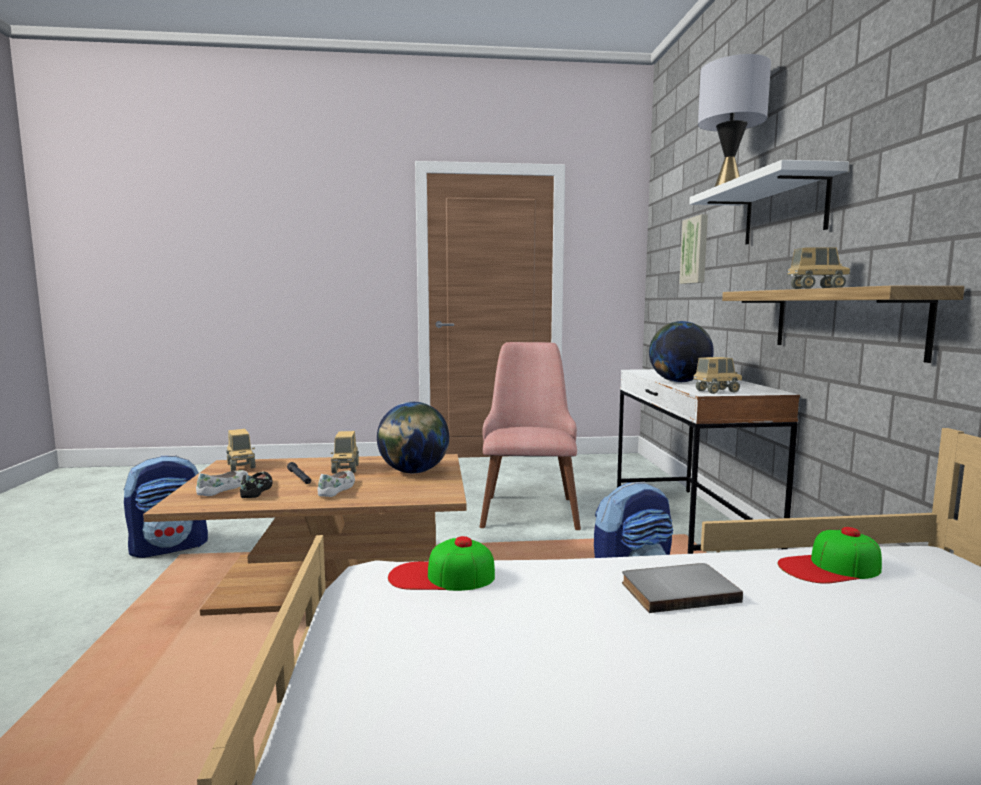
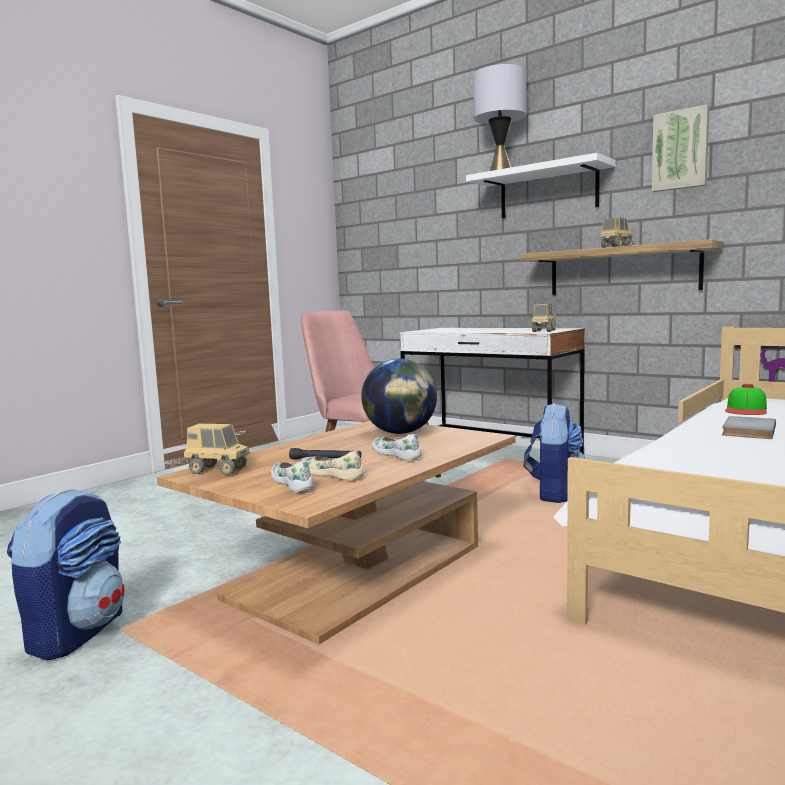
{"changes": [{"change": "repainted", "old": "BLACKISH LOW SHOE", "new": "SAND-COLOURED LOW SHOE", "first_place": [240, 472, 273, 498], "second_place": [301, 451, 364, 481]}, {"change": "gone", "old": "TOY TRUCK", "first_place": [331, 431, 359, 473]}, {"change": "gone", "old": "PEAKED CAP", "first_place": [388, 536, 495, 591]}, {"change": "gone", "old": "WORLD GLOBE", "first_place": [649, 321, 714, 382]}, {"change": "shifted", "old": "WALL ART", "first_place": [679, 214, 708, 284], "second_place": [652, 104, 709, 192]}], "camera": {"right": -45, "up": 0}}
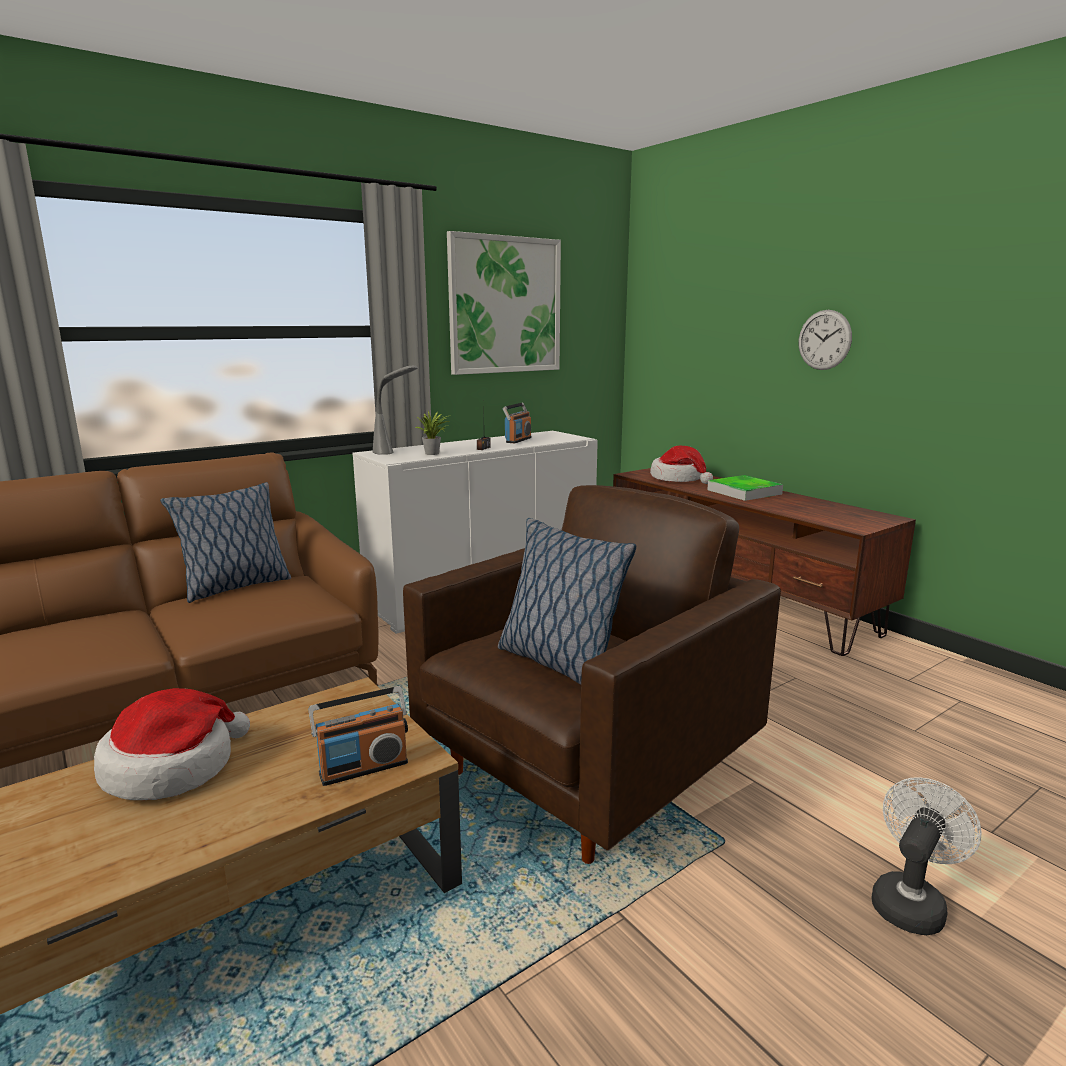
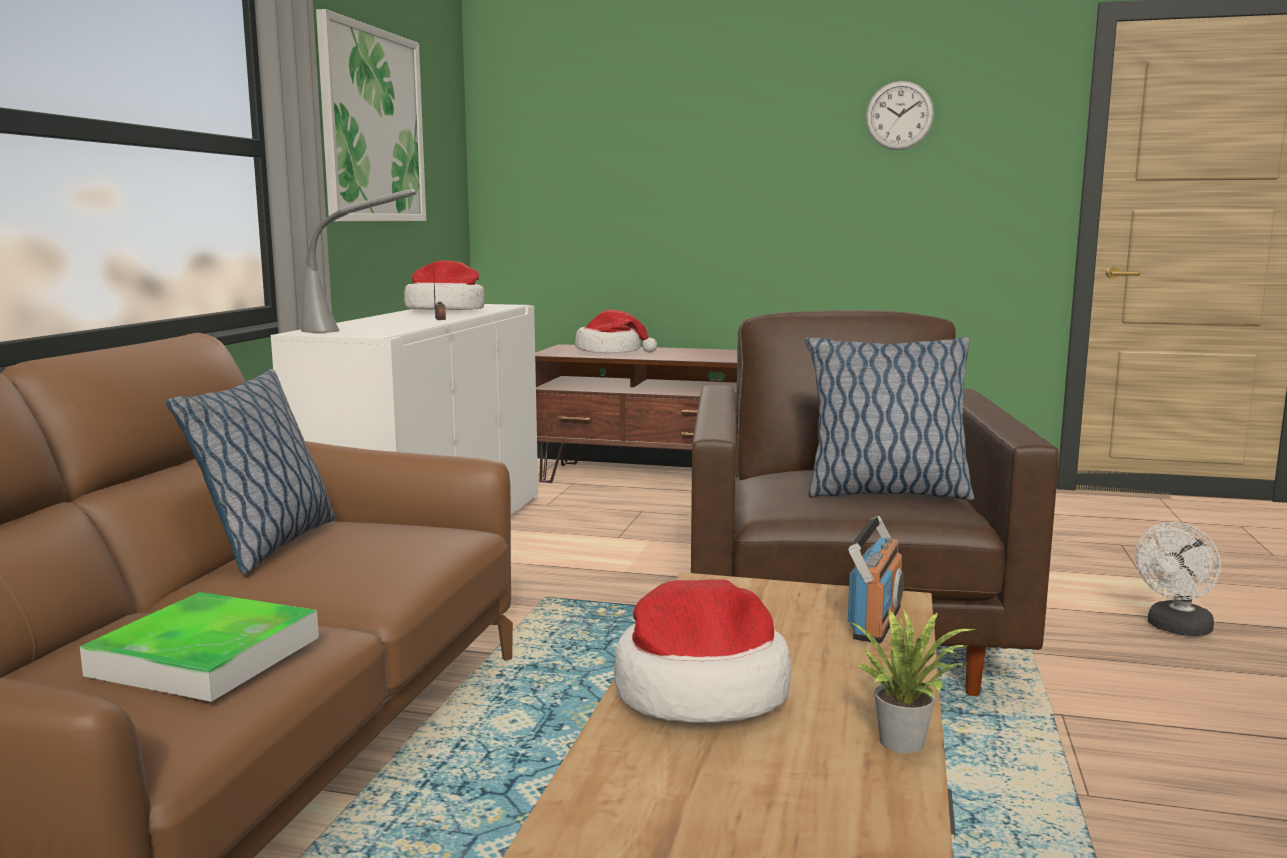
{"changes": [{"change": "shifted", "old": "HOUSEPLANT", "first_place": [415, 411, 449, 455], "second_place": [851, 609, 975, 753]}, {"change": "swapped", "old": "RADIO SET", "new": "WEARABLE HAT", "first_place": [502, 403, 531, 443], "second_place": [404, 260, 484, 310]}, {"change": "shifted", "old": "SERVING TRAY", "first_place": [708, 475, 783, 501], "second_place": [80, 592, 319, 702]}, {"change": "shifted", "old": "WALL CLOCK", "first_place": [799, 310, 852, 370], "second_place": [865, 81, 934, 150]}, {"change": "rotated", "old": "WHITE COOLING FAN", "first_place": [871, 777, 981, 935], "second_place": [1135, 522, 1221, 636], "degrees": -135}], "camera": {"right": -40, "up": -5}}
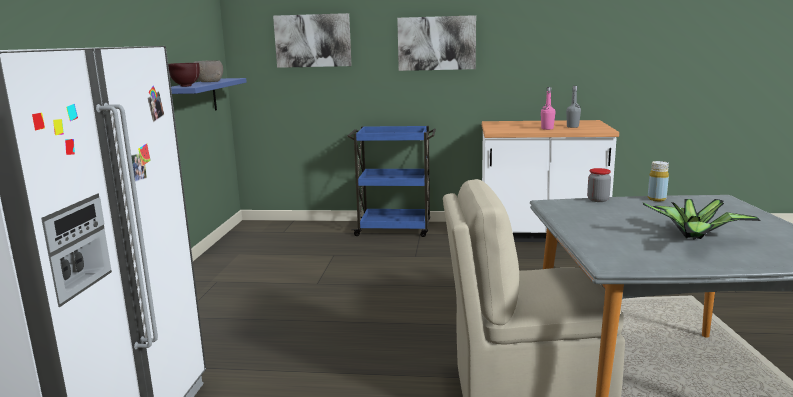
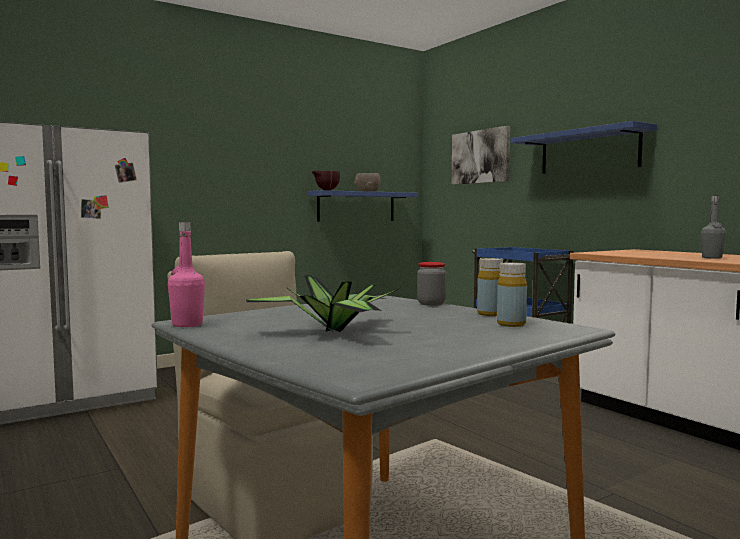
{"changes": [{"change": "swapped", "old": "WALL ART", "new": "BLUISH BRACKET SHELF", "first_place": [397, 15, 476, 71], "second_place": [511, 121, 657, 174]}, {"change": "shifted", "old": "PINK-COLOURED BOTTLE", "first_place": [541, 87, 556, 130], "second_place": [168, 222, 205, 327]}, {"change": "new", "new": "YELLOWISH BOTTLE", "second_place": [497, 262, 527, 327]}], "camera": {"right": 50, "up": -10}}
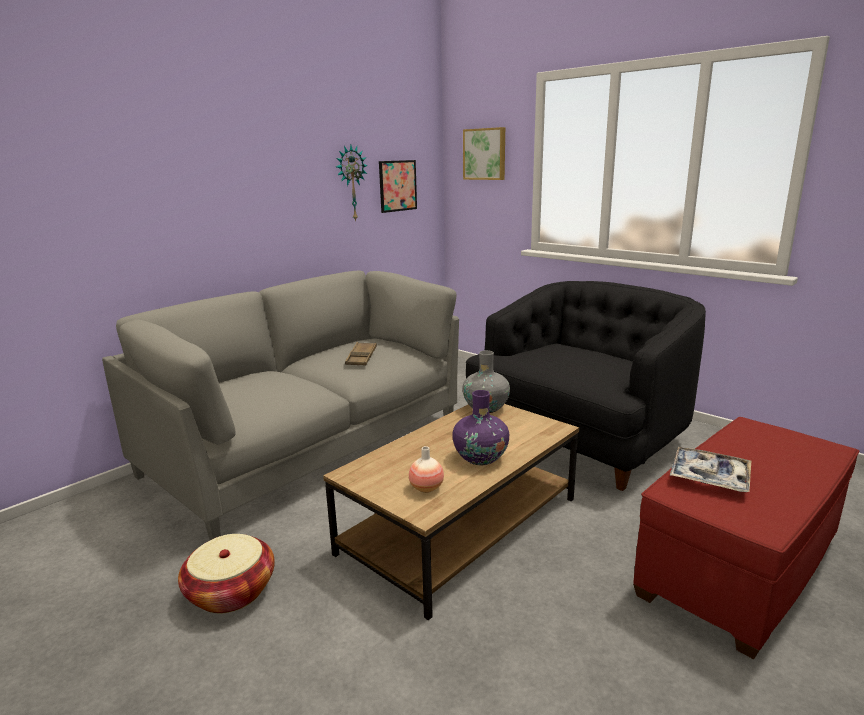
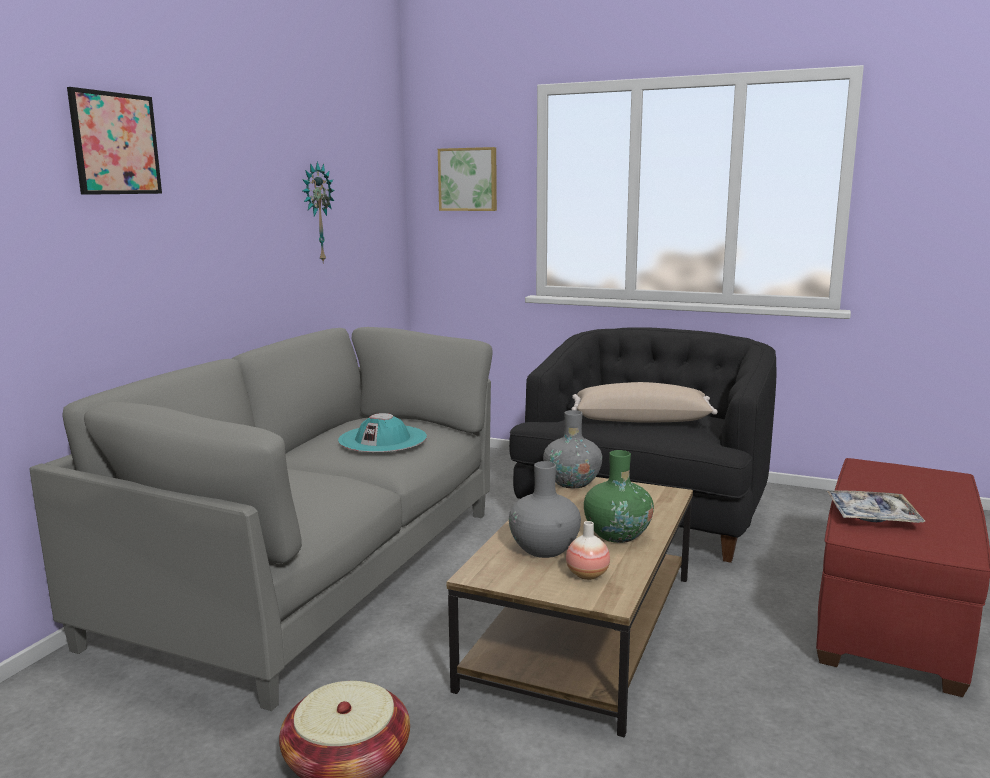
{"changes": [{"change": "swapped", "old": "BROWN SERVING TRAY", "new": "TURQUOISE-COLOURED WEARABLE HAT", "first_place": [345, 342, 377, 366], "second_place": [338, 413, 427, 453]}, {"change": "shifted", "old": "WALL ART", "first_place": [379, 160, 417, 213], "second_place": [67, 87, 162, 195]}, {"change": "repainted", "old": "PURPLE-COLOURED FLOWER VASE", "new": "GREEN FLOWER VASE", "first_place": [452, 390, 509, 465], "second_place": [584, 450, 654, 543]}, {"change": "new", "new": "GREYISH FLOWER VASE", "second_place": [509, 461, 581, 558]}, {"change": "new", "new": "SAND-COLOURED PILLOW", "second_place": [571, 382, 718, 423]}], "camera": {"right": -20, "up": -5}}
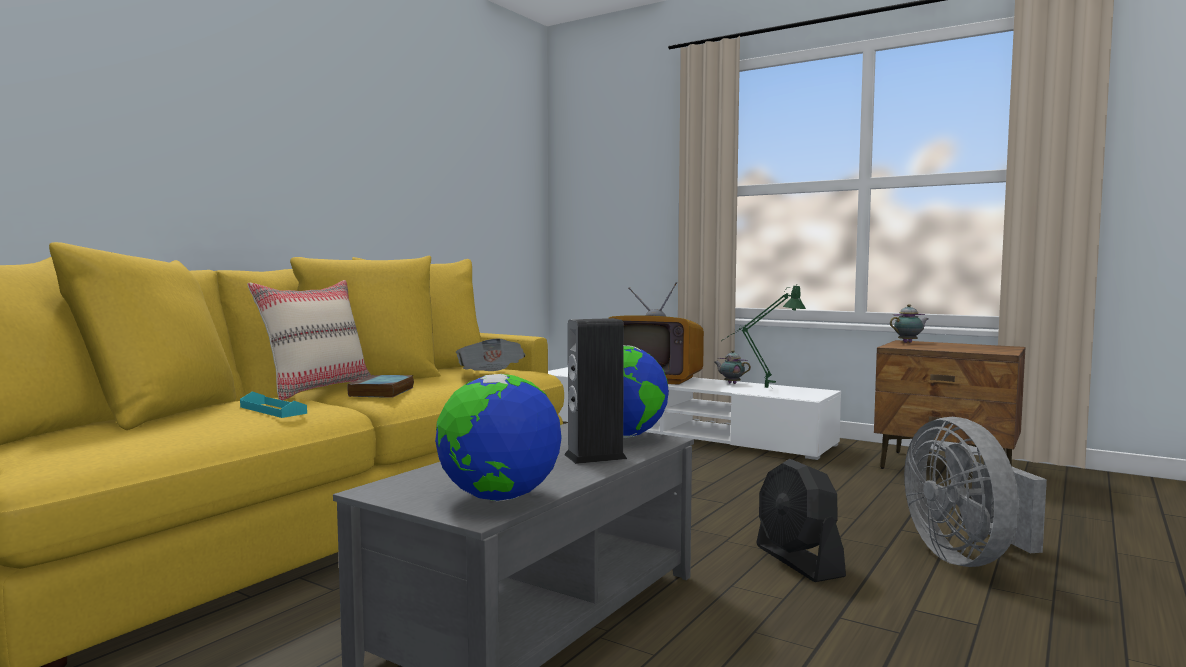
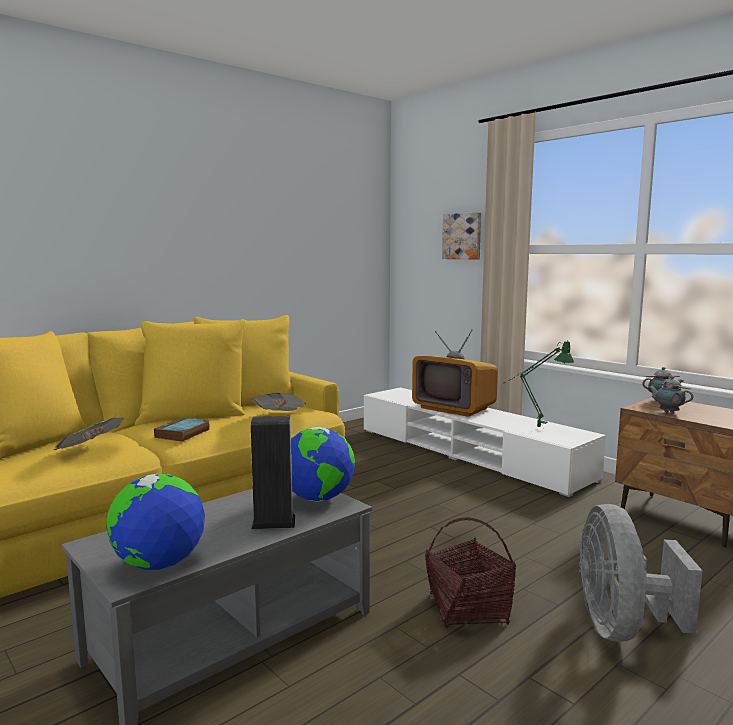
{"changes": [{"change": "swapped", "old": "TURQUOISE-COLOURED SERVING TRAY", "new": "DAILY PAPER", "first_place": [240, 391, 307, 418], "second_place": [54, 417, 124, 450]}, {"change": "gone", "old": "SAND-COLOURED PILLOW", "first_place": [247, 280, 371, 400]}, {"change": "shifted", "old": "TEA POT", "first_place": [714, 350, 751, 384], "second_place": [648, 376, 693, 414]}, {"change": "swapped", "old": "BLACKISH COOLING FAN", "new": "HOUSEHOLD BASKET", "first_place": [756, 459, 846, 582], "second_place": [425, 517, 516, 628]}, {"change": "new", "new": "WALL ART", "second_place": [442, 212, 481, 259]}], "camera": {"right": 15, "up": 5}}
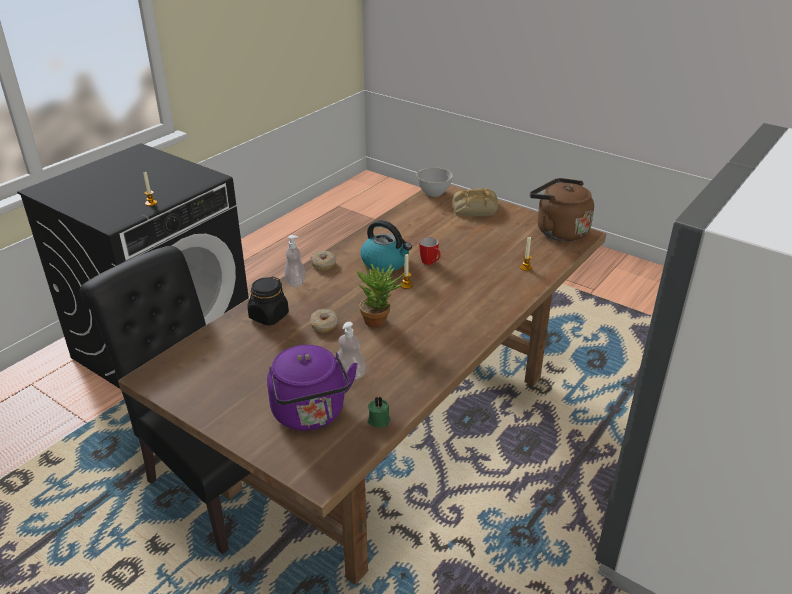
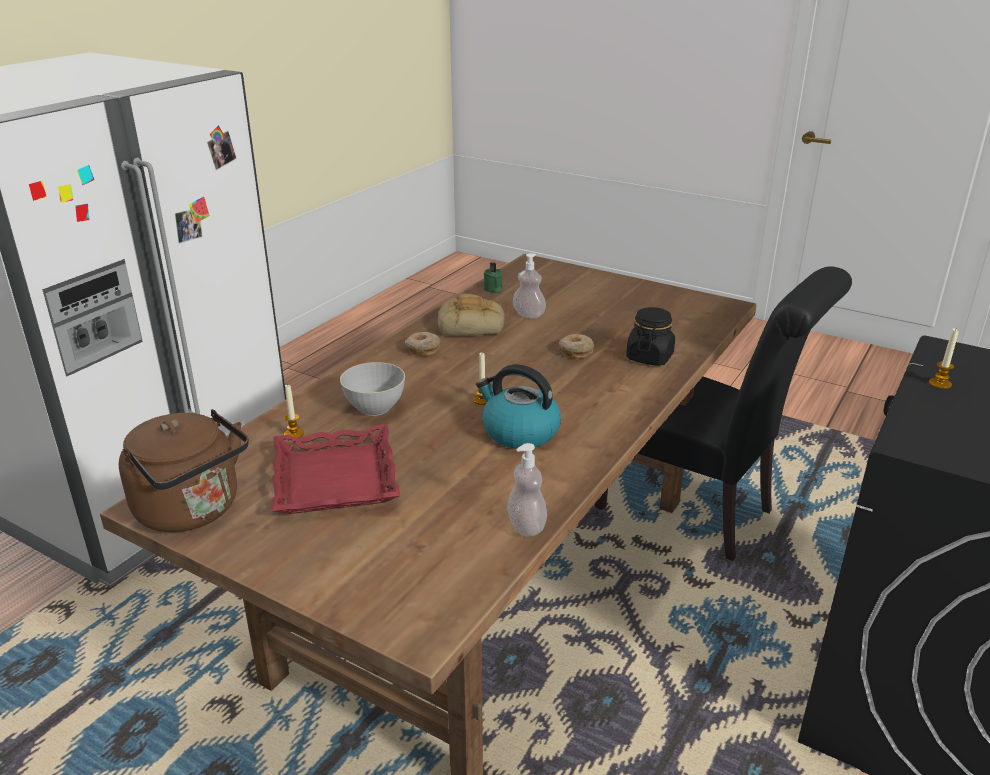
{"changes": [{"change": "gone", "old": "PURPLE-COLOURED TEA KETTLE", "first_place": [267, 345, 358, 431]}, {"change": "shifted", "old": "SOAP BOTTLE", "first_place": [284, 235, 305, 287], "second_place": [507, 443, 547, 537]}, {"change": "shifted", "old": "DONUT", "first_place": [310, 251, 336, 270], "second_place": [405, 332, 441, 356]}, {"change": "gone", "old": "HOUSEPLANT", "first_place": [356, 260, 406, 328]}, {"change": "shifted", "old": "GREYISH SERVING BOWL", "first_place": [417, 168, 453, 197], "second_place": [340, 362, 405, 416]}, {"change": "gone", "old": "COFFEE MUG", "first_place": [419, 237, 441, 265]}, {"change": "shifted", "old": "BAKED BREAD", "first_place": [452, 188, 498, 216], "second_place": [438, 294, 505, 336]}, {"change": "new", "new": "RED SERVING TRAY", "second_place": [271, 425, 400, 514]}], "camera": {"right": 175, "up": -5}}
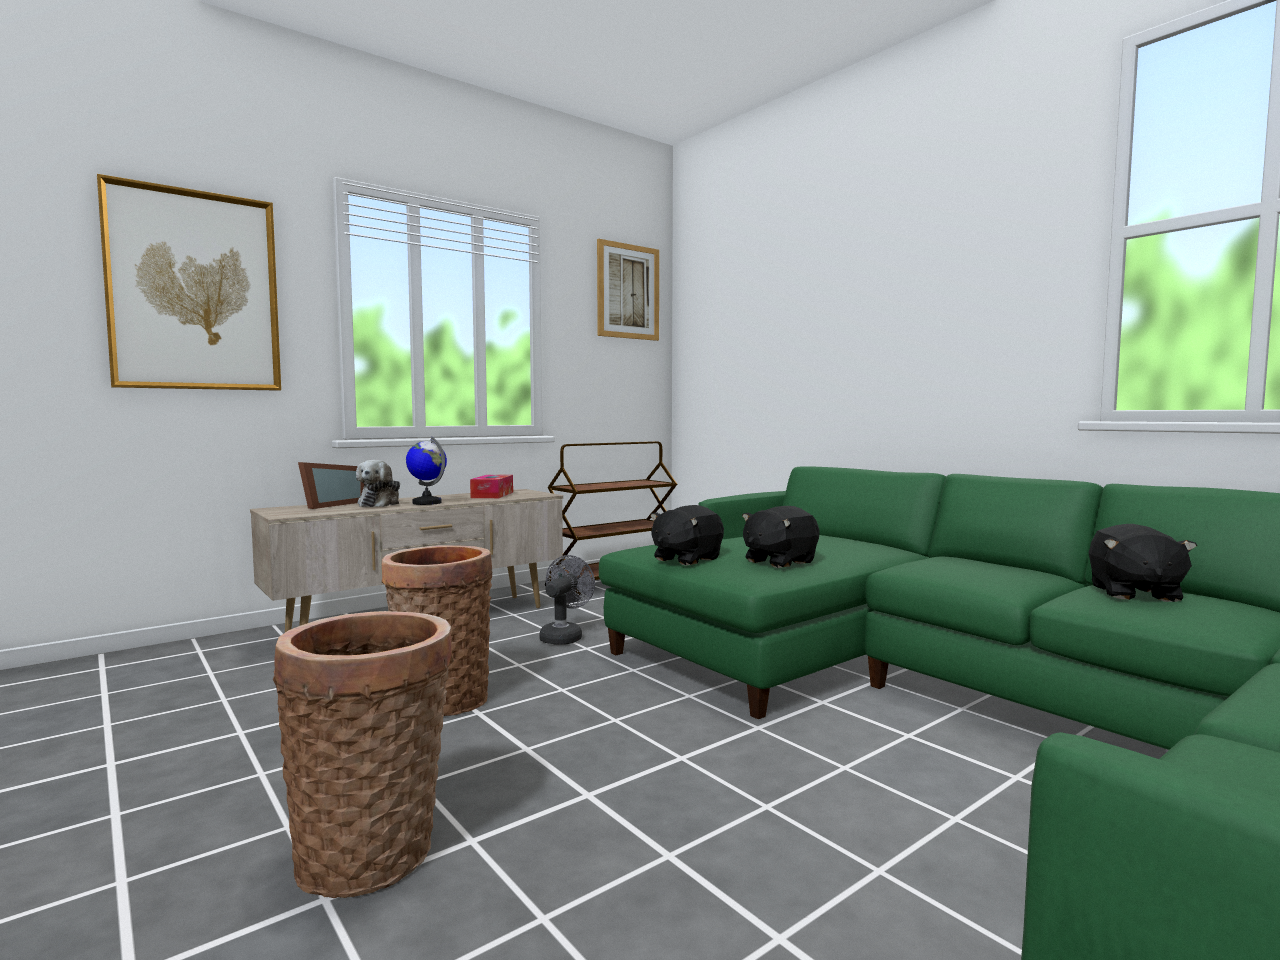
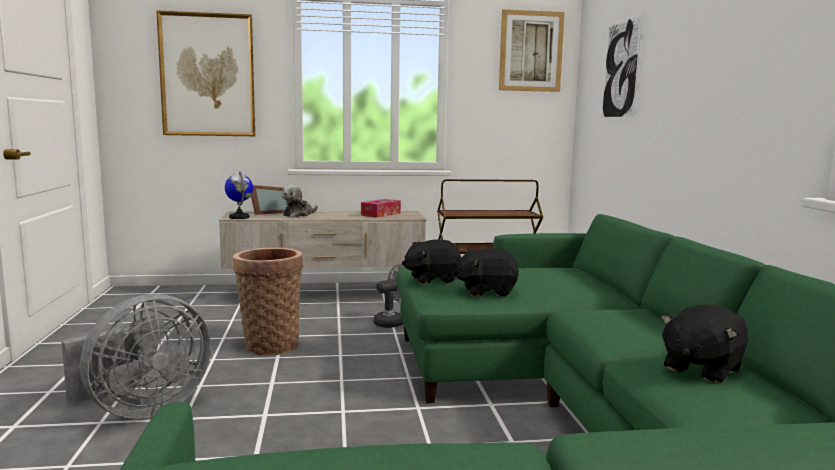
{"changes": [{"change": "swapped", "old": "HOUSEHOLD BASKET", "new": "GREYISH COOLING FAN", "first_place": [273, 611, 454, 898], "second_place": [61, 294, 211, 419]}, {"change": "shifted", "old": "WORLD GLOBE", "first_place": [406, 436, 447, 505], "second_place": [225, 171, 253, 219]}, {"change": "new", "new": "WALL ART", "second_place": [601, 13, 642, 119]}], "camera": {"right": 30, "up": 5}}
